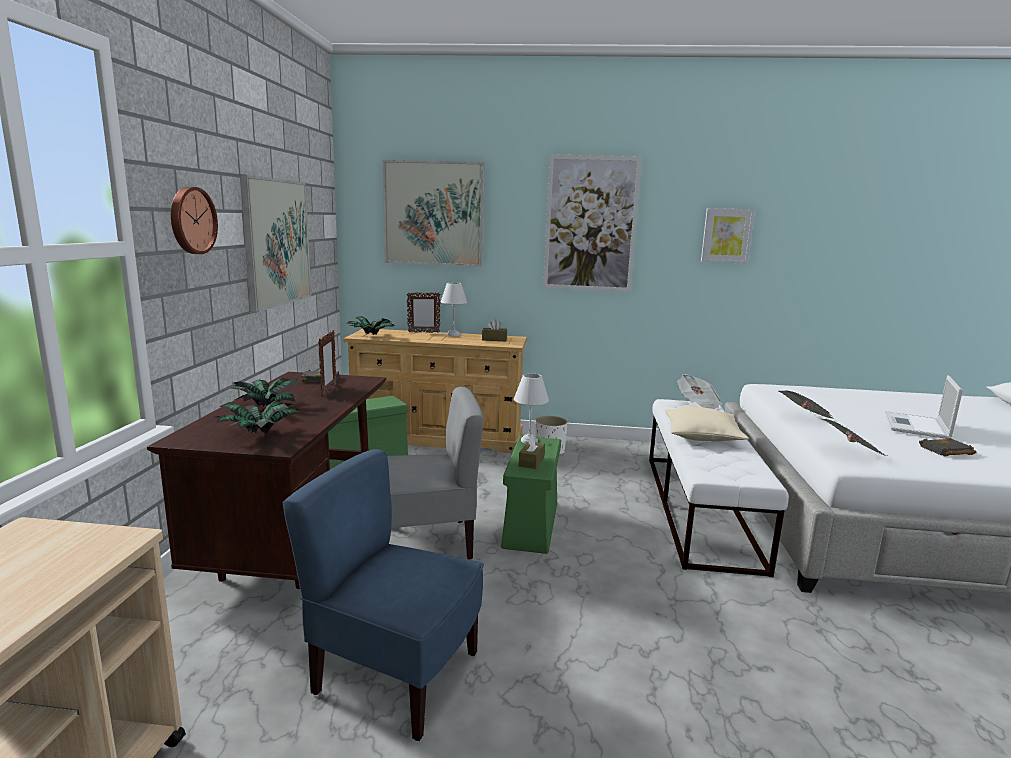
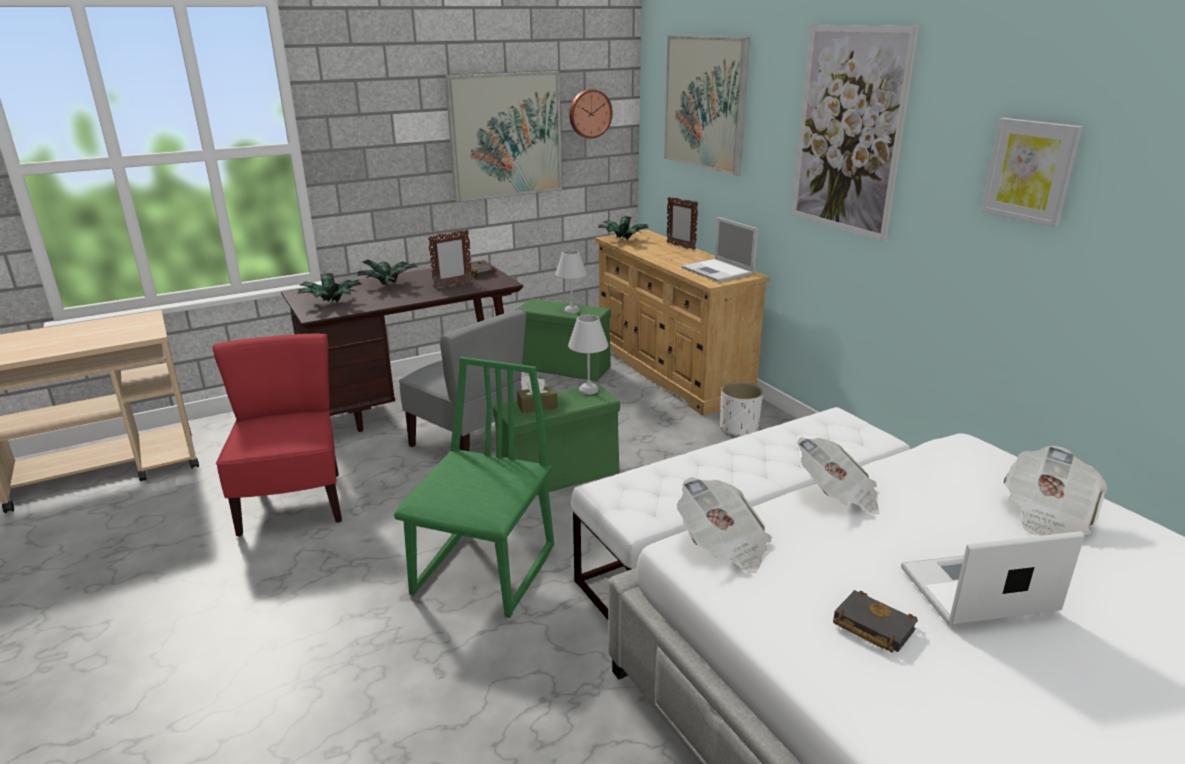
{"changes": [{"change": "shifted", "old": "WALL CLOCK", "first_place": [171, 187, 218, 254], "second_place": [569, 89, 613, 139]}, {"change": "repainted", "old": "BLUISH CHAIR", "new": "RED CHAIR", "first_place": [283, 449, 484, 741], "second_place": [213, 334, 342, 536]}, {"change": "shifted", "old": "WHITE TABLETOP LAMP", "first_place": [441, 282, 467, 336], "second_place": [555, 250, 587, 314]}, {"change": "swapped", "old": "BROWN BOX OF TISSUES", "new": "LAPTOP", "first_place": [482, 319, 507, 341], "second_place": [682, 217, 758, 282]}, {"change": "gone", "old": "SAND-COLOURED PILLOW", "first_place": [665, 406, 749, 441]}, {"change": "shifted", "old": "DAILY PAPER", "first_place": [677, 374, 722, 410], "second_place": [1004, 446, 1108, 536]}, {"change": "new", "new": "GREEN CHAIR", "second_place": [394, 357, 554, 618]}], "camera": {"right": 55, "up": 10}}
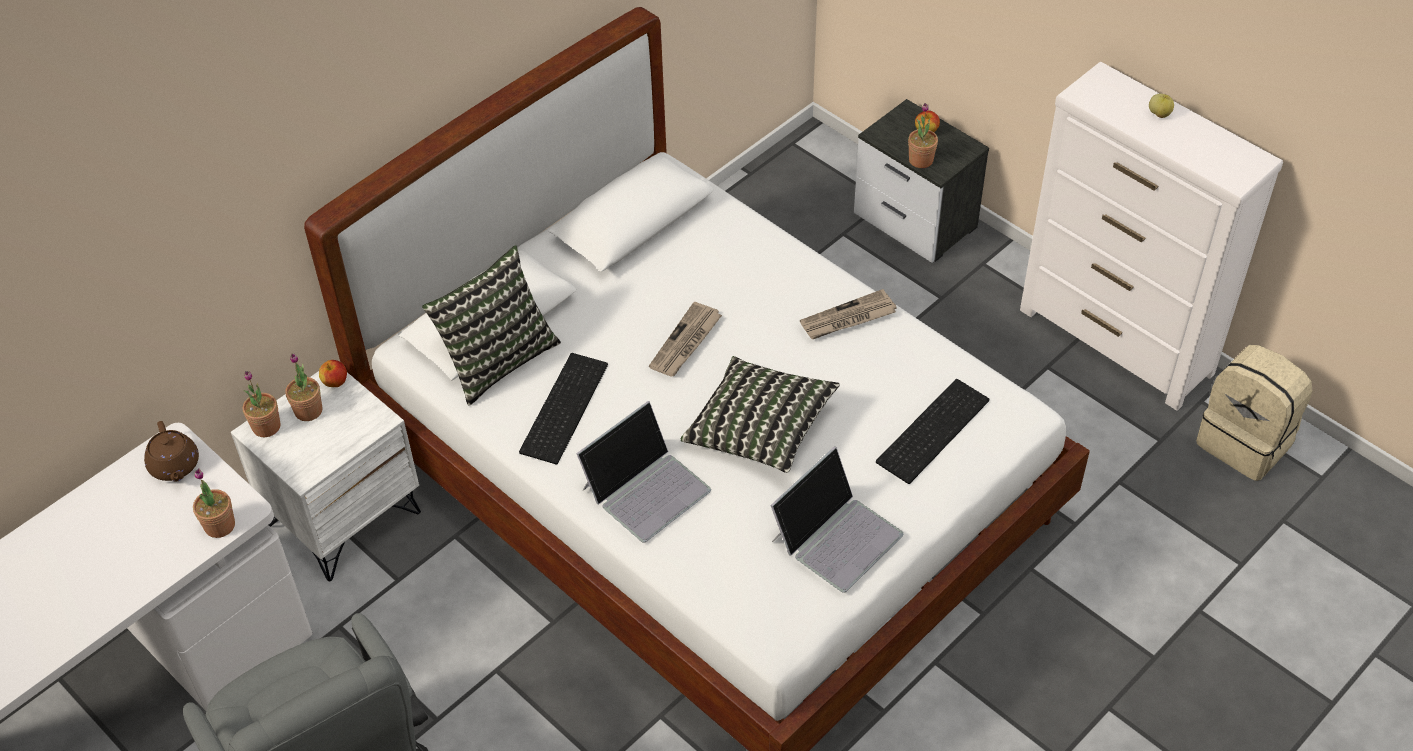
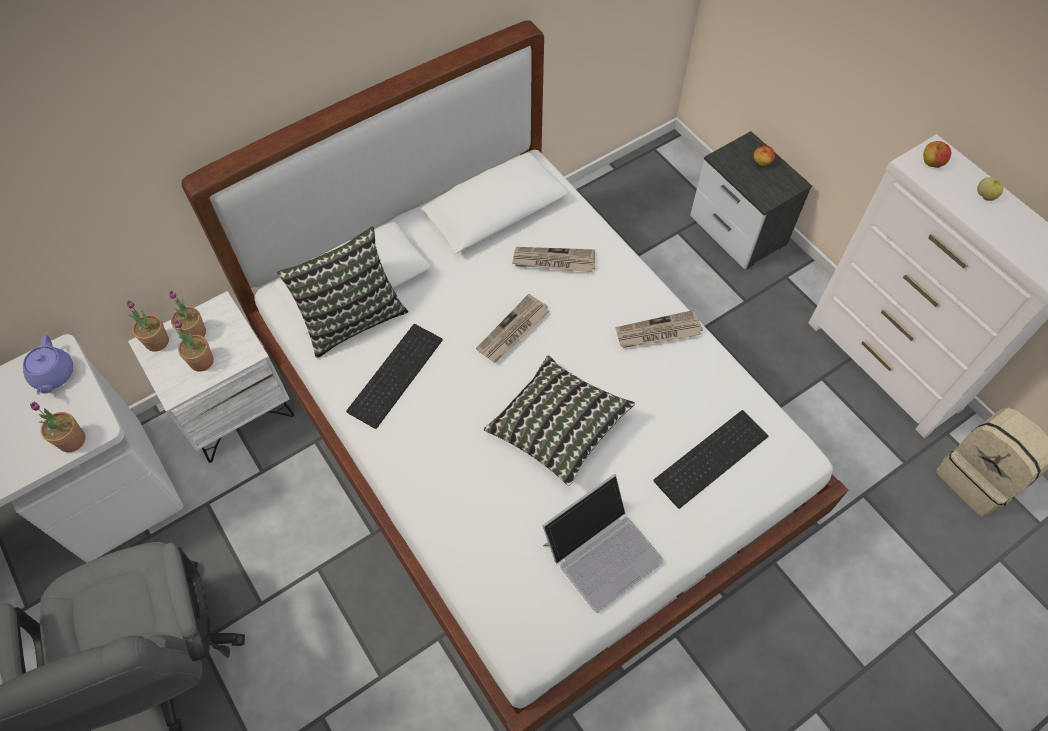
{"changes": [{"change": "repainted", "old": "BROWN TEA POT", "new": "PURPLE-COLOURED TEA POT", "first_place": [144, 421, 199, 482], "second_place": [23, 335, 73, 395]}, {"change": "shifted", "old": "APPLE", "first_place": [319, 360, 347, 387], "second_place": [923, 141, 951, 168]}, {"change": "gone", "old": "LAPTOP", "first_place": [576, 401, 711, 542]}, {"change": "shifted", "old": "HOUSEPLANT", "first_place": [908, 103, 938, 168], "second_place": [174, 320, 214, 372]}, {"change": "new", "new": "DAILY PAPER", "second_place": [512, 247, 595, 272]}], "camera": {"right": 10, "up": 10}}
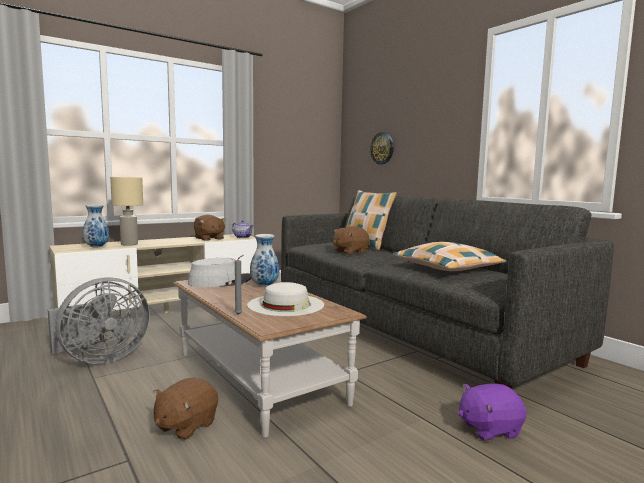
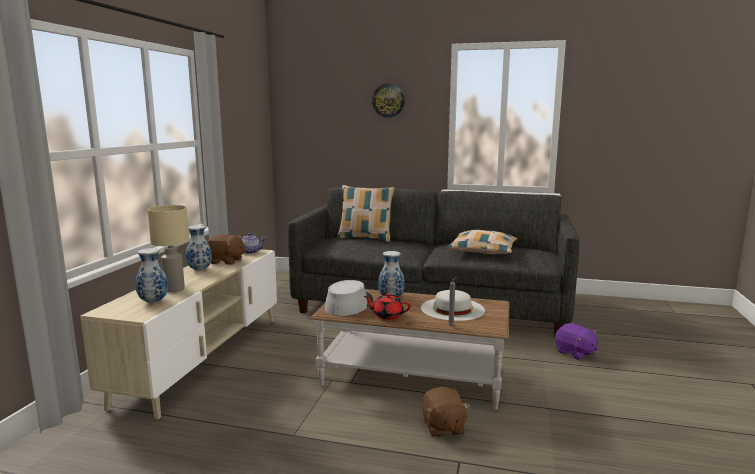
{"changes": [{"change": "gone", "old": "GREYISH COOLING FAN", "first_place": [48, 277, 150, 364]}, {"change": "gone", "old": "BROWN CUDDLY TOY", "first_place": [333, 226, 369, 255]}, {"change": "shifted", "old": "WALL CLOCK", "first_place": [370, 132, 394, 164], "second_place": [372, 84, 405, 118]}, {"change": "rotated", "old": "PURPLE-COLOURED CUDDLY TOY", "first_place": [458, 384, 526, 441], "second_place": [555, 323, 598, 360], "degrees": -75}, {"change": "new", "new": "FLOWER VASE", "second_place": [186, 225, 212, 271]}, {"change": "new", "new": "RED TEA POT", "second_place": [364, 293, 411, 320]}], "camera": {"right": -40, "up": 5}}
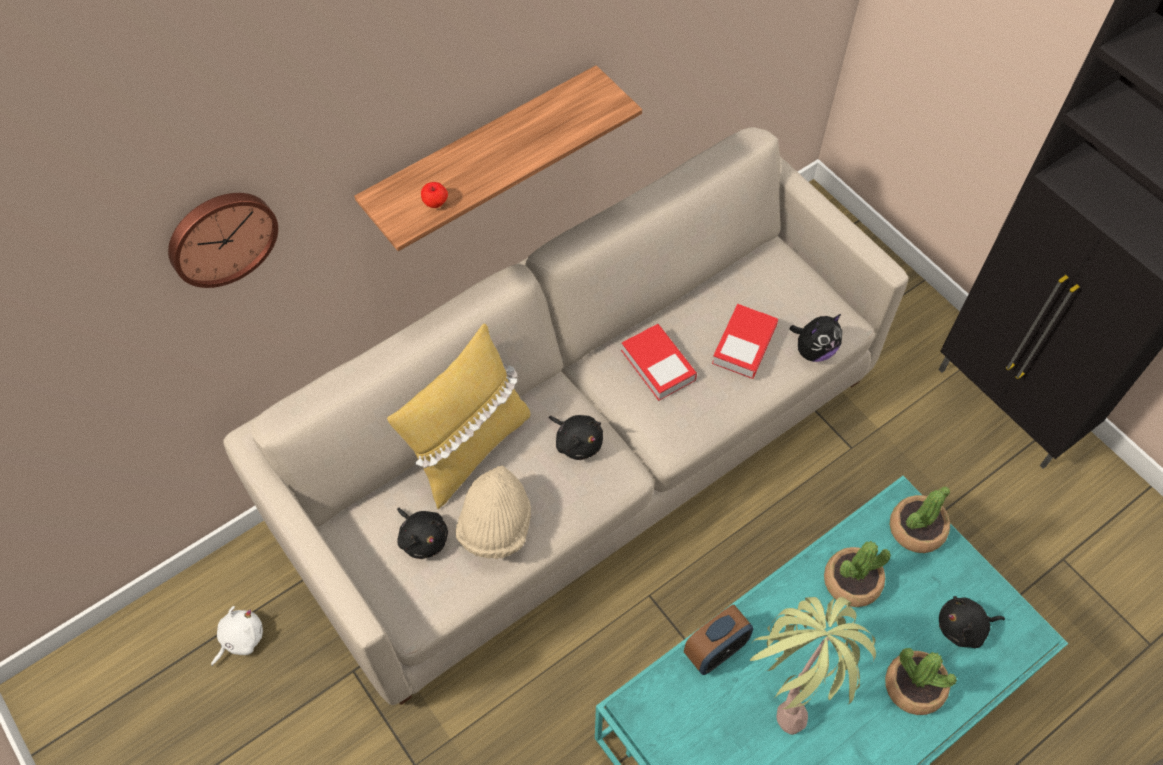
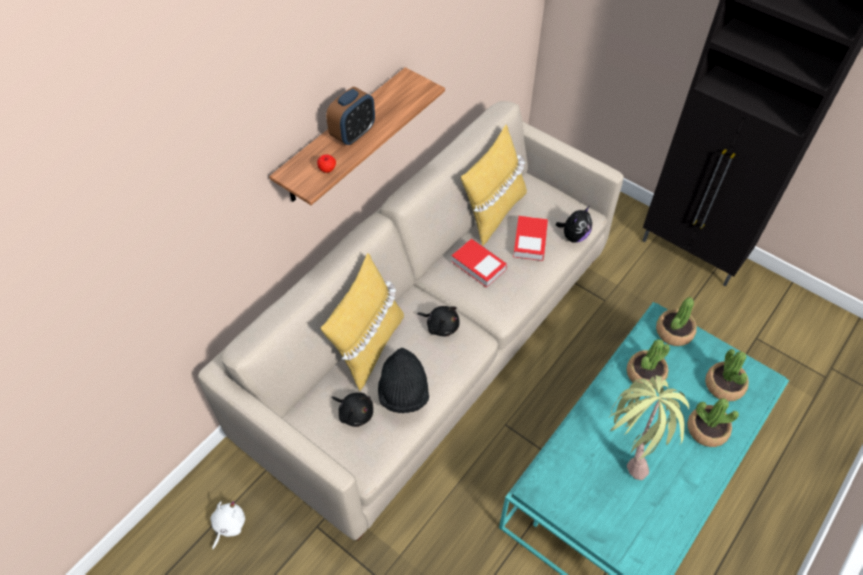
{"changes": [{"change": "gone", "old": "WALL CLOCK", "first_place": [168, 193, 278, 288]}, {"change": "repainted", "old": "SAND-COLOURED WEARABLE HAT", "new": "BLACKISH WEARABLE HAT", "first_place": [455, 465, 531, 559], "second_place": [378, 348, 429, 413]}, {"change": "shifted", "old": "TABLE CLOCK", "first_place": [684, 605, 754, 675], "second_place": [326, 87, 375, 145]}, {"change": "swapped", "old": "BLACKISH CUDDLY TOY", "new": "HOUSEPLANT", "first_place": [939, 596, 1005, 648], "second_place": [705, 349, 749, 401]}, {"change": "new", "new": "YELLOWISH PILLOW", "second_place": [461, 125, 527, 246]}], "camera": {"right": -15, "up": -5}}
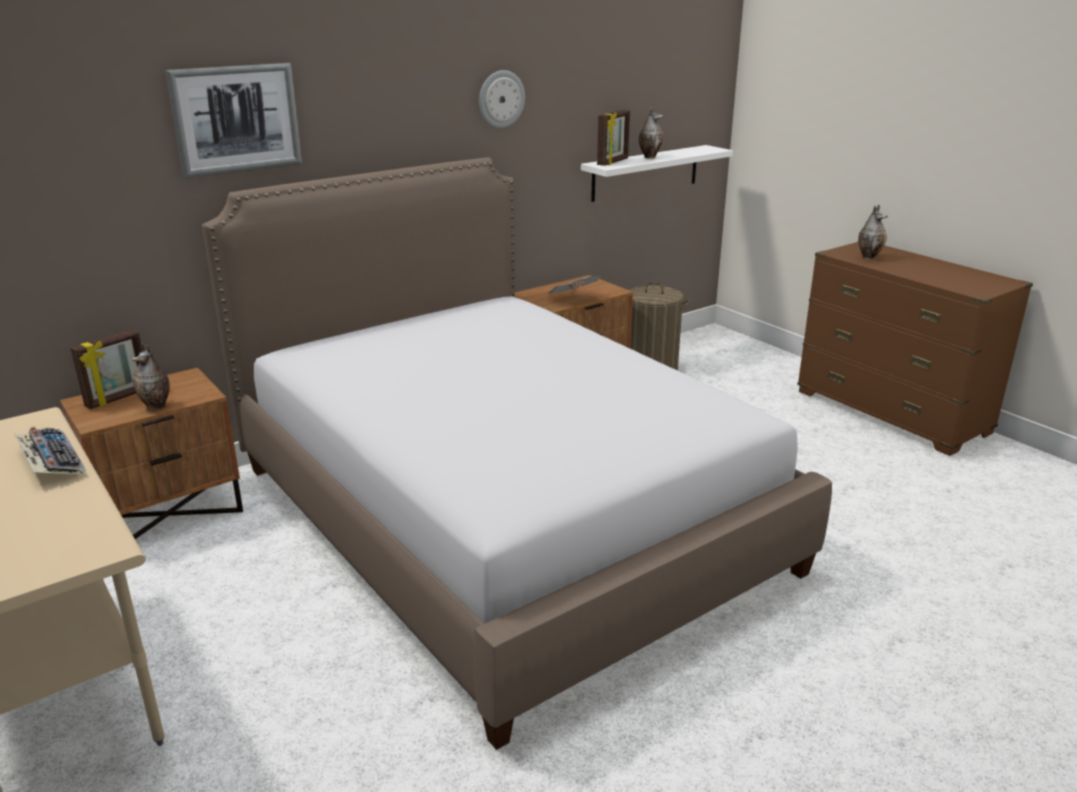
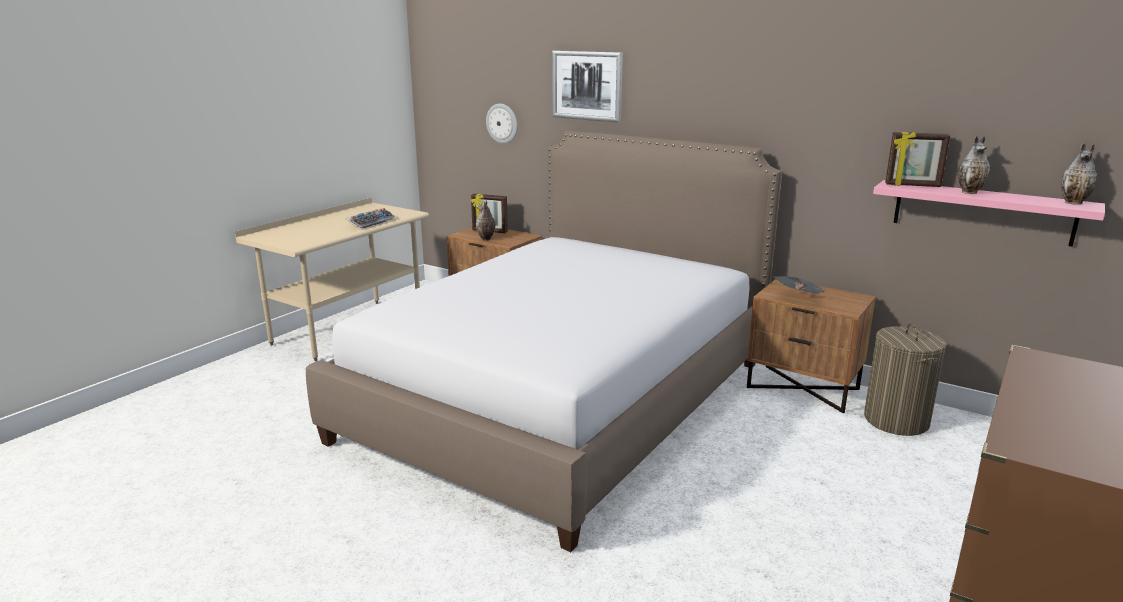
{"changes": [{"change": "shifted", "old": "WALL CLOCK", "first_place": [479, 70, 525, 128], "second_place": [486, 104, 517, 144]}, {"change": "repainted", "old": "WHITE BRACKET SHELF", "new": "PINK-COLOURED BRACKET SHELF", "first_place": [581, 145, 733, 202], "second_place": [873, 180, 1105, 247]}, {"change": "shifted", "old": "FLOWER VASE", "first_place": [858, 205, 888, 260], "second_place": [1061, 143, 1097, 205]}], "camera": {"right": 70, "up": -5}}
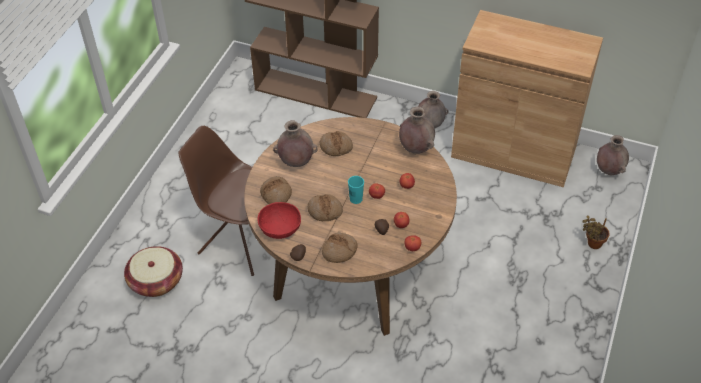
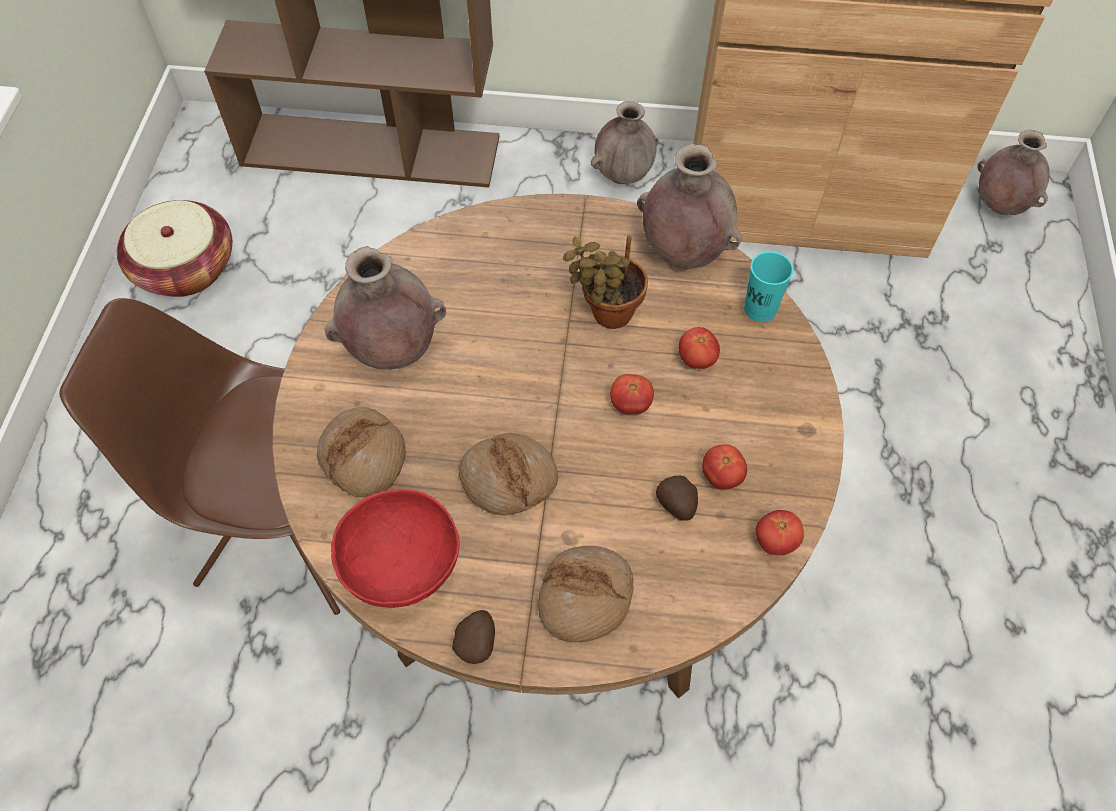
{"changes": [{"change": "shifted", "old": "HOUSEHOLD BASKET", "first_place": [124, 246, 183, 297], "second_place": [117, 200, 232, 297]}, {"change": "gone", "old": "BAKED BREAD", "first_place": [320, 131, 353, 156]}, {"change": "shifted", "old": "TURQUOISE-COLOURED DRINKING CUP", "first_place": [348, 176, 364, 204], "second_place": [744, 251, 793, 322]}, {"change": "shifted", "old": "HOUSEPLANT", "first_place": [582, 215, 610, 249], "second_place": [563, 235, 648, 329]}], "camera": {"right": -15, "up": 10}}
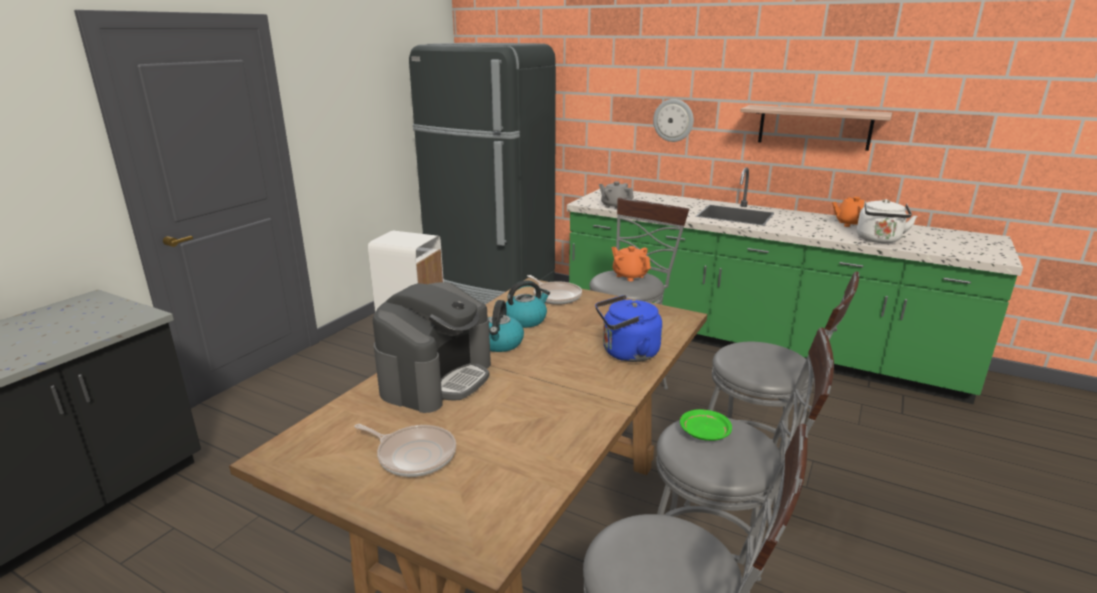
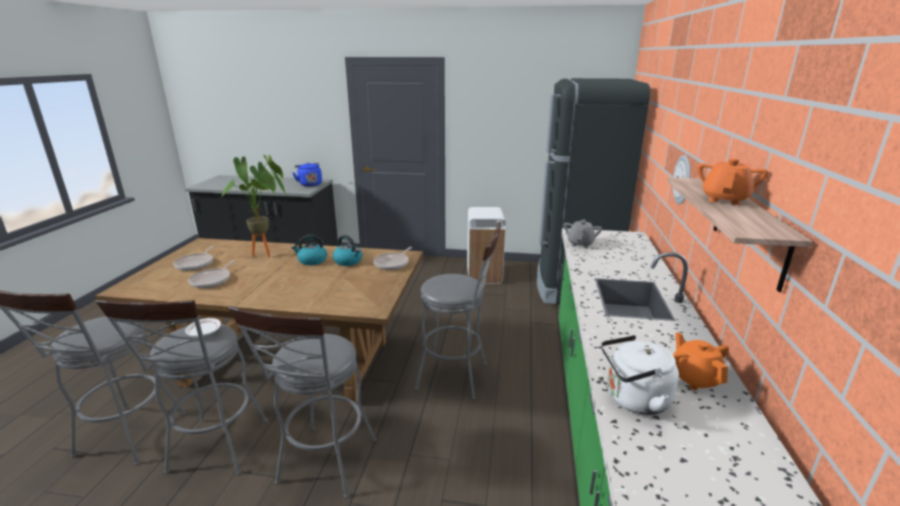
{"changes": [{"change": "swapped", "old": "COFFEE MACHINE", "new": "HOUSEPLANT", "first_place": [373, 282, 491, 413], "second_place": [221, 155, 287, 257]}, {"change": "shifted", "old": "BLUISH TEA KETTLE", "first_place": [595, 295, 662, 362], "second_place": [293, 162, 322, 187]}, {"change": "shifted", "old": "ORANGEY TEA POT", "first_place": [612, 246, 651, 281], "second_place": [697, 159, 769, 205]}, {"change": "repainted", "old": "GREEN PLATE", "new": "WHITE PLATE", "first_place": [680, 409, 732, 441], "second_place": [185, 318, 221, 337]}, {"change": "new", "new": "PAN", "second_place": [188, 260, 235, 288]}], "camera": {"right": 70, "up": 0}}
